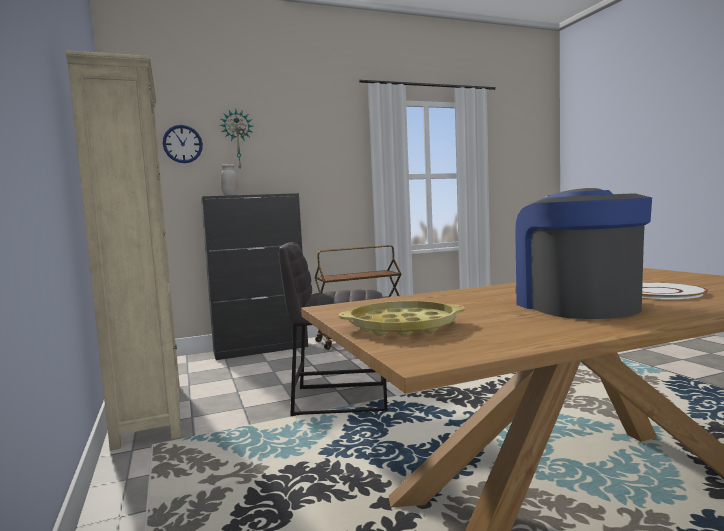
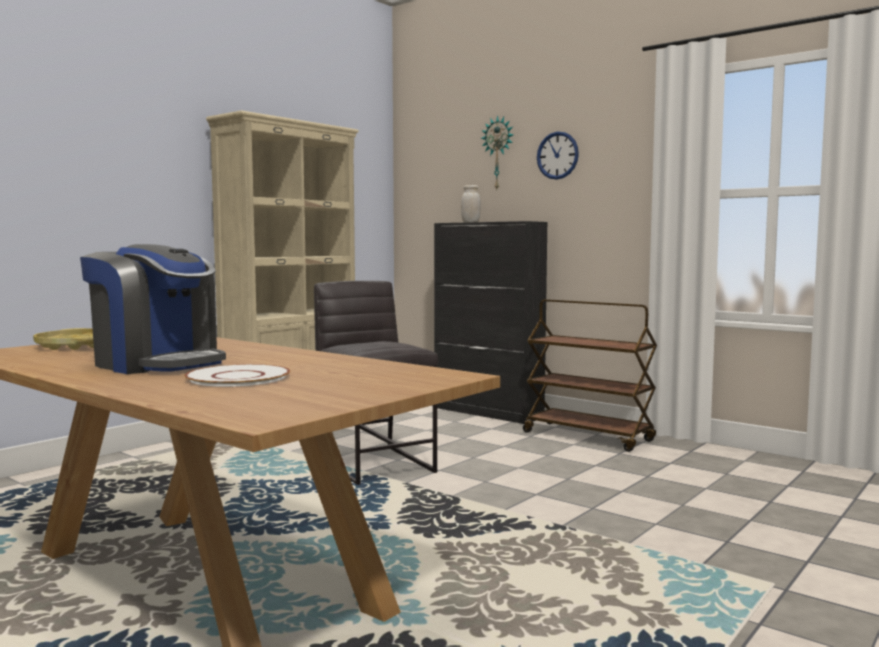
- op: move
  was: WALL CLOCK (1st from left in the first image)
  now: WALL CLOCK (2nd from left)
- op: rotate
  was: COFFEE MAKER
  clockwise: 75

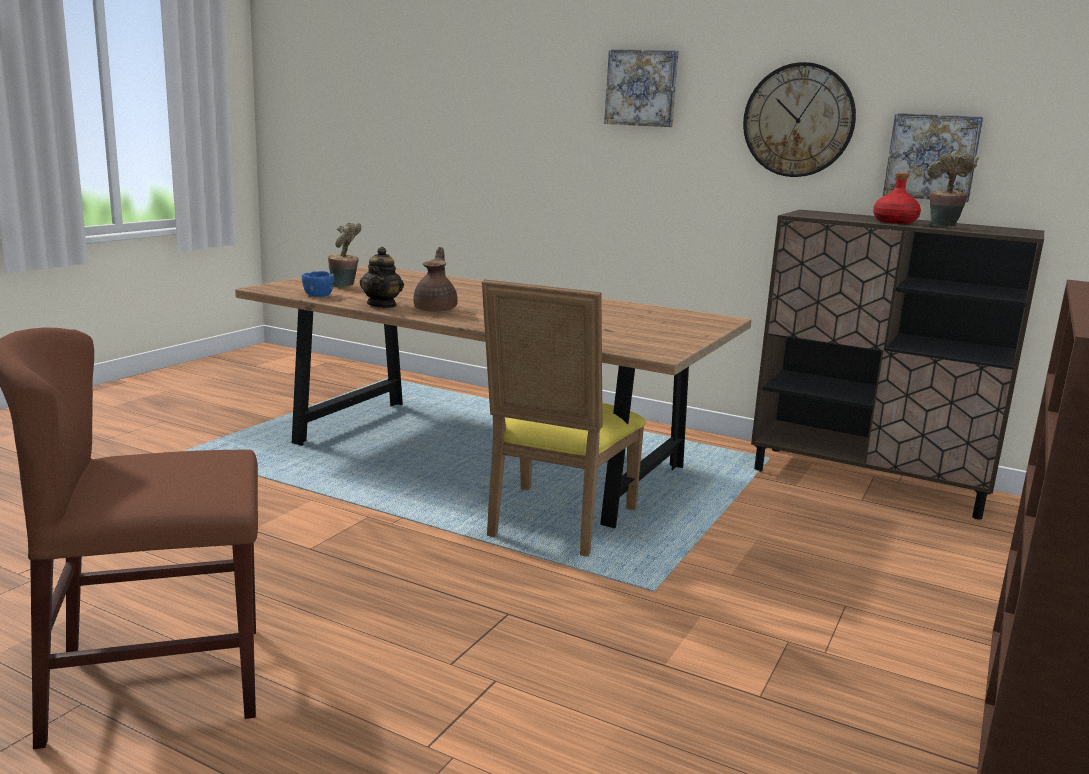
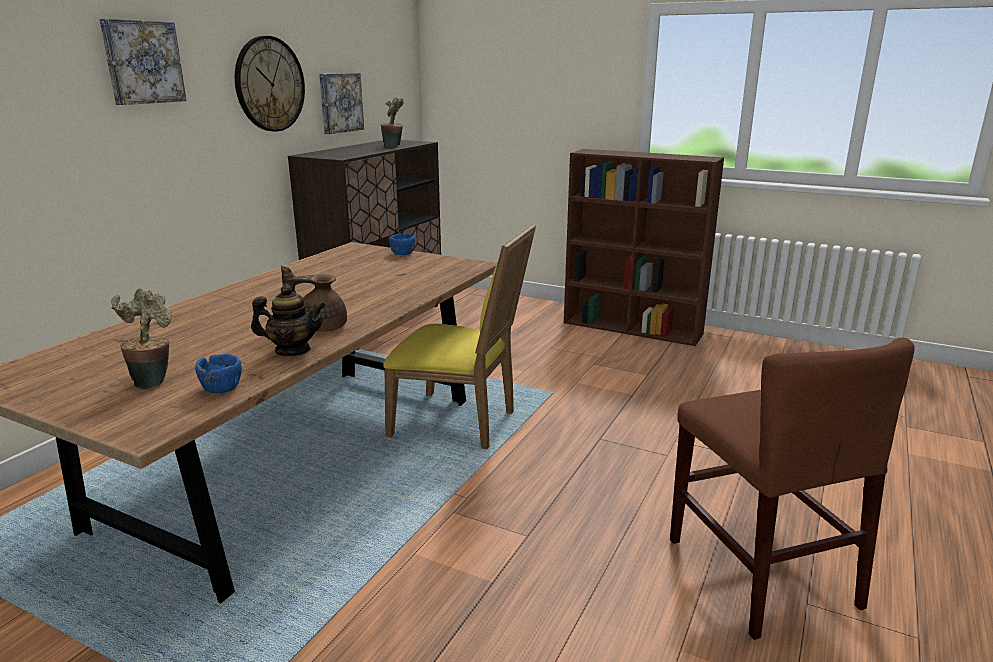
- op: delete
  was: REDDISH DRINK BOTTLE
- op: insert
  now: BLUISH SERVING BOWL (2nd from left)

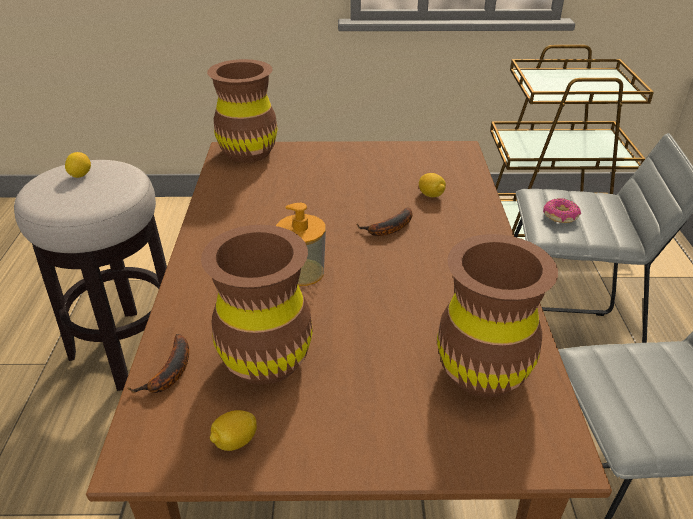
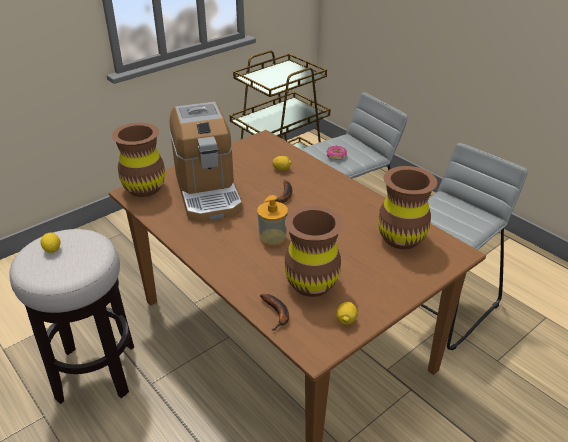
- op: insert
  now: COFFEE MAKER

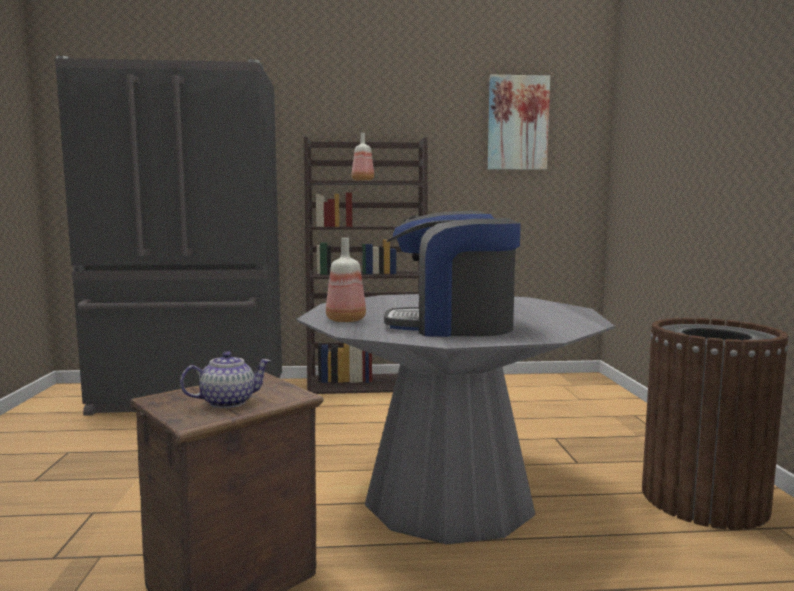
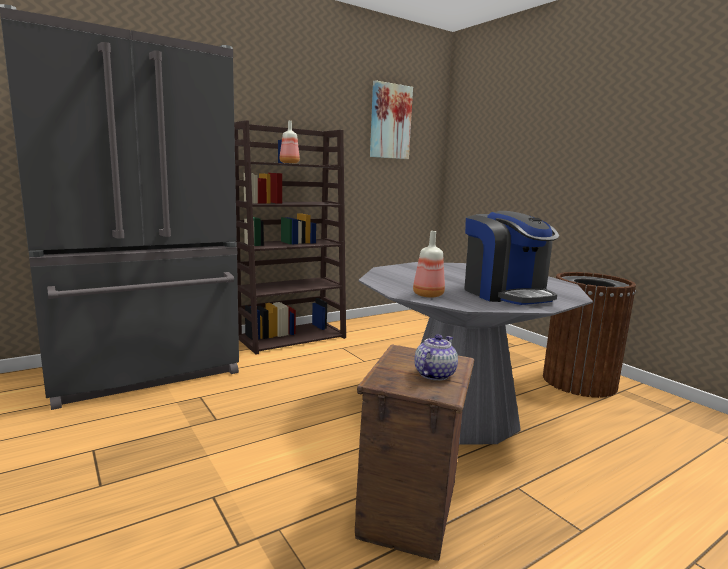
- op: rotate
  was: COFFEE MAKER
  clockwise: -90

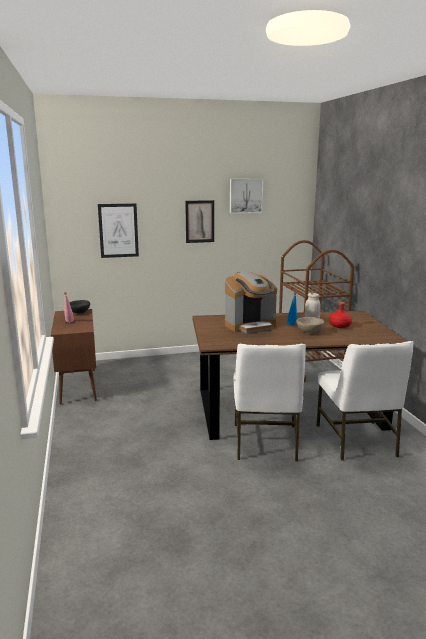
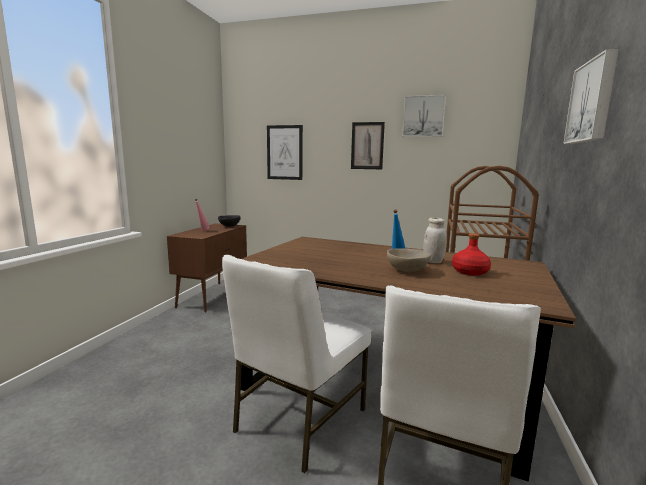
- op: delete
  was: COFFEE MAKER
- op: insert
  now: PICTURE (4th from left)

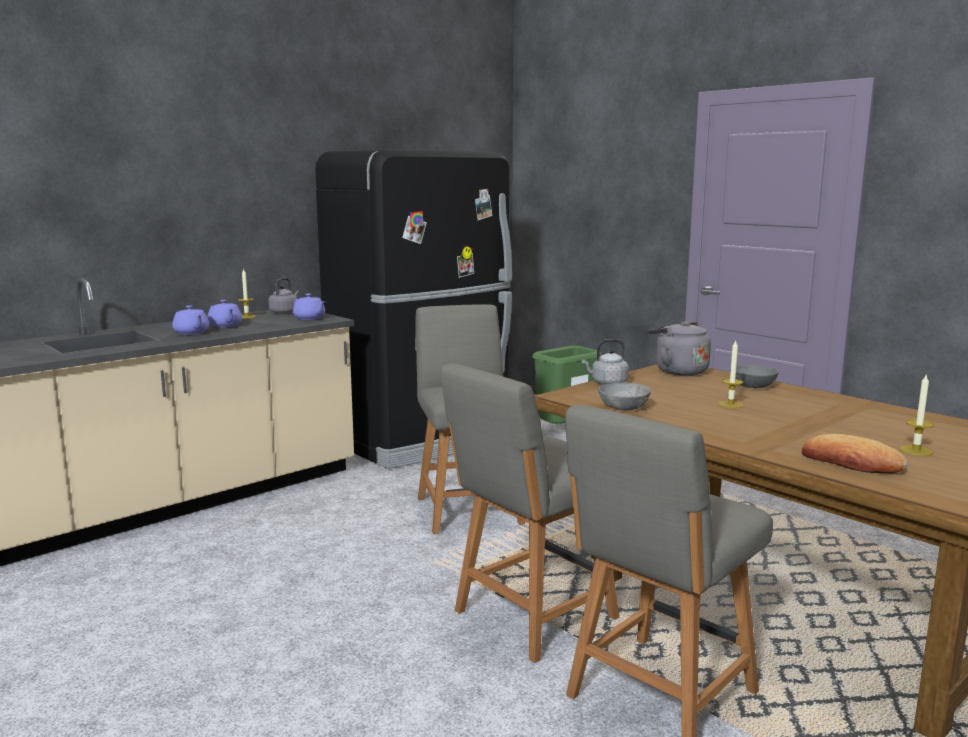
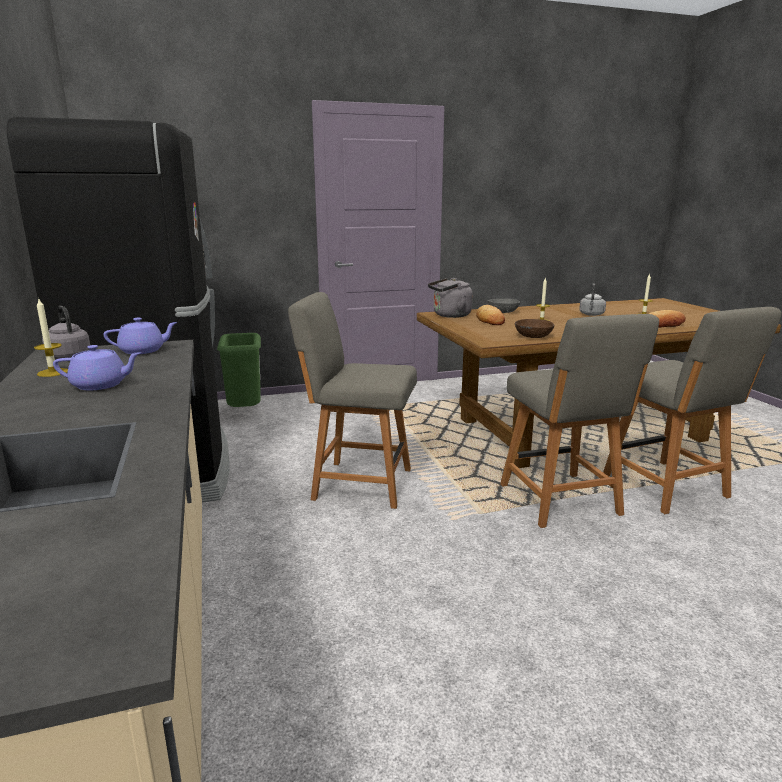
- op: delete
  was: PURPLE POT FOR TEA (1st from left)
- op: insert
  now: BAKED BREAD (1st from left)
- op: move
  was: GREY WATER KETTLE (2nd from left in the first image)
  now: GREY WATER KETTLE (3rd from left)
- op: recolor
  was: GREY SERVING BOWL (1st from left)
  now: BROWNISH SERVING BOWL

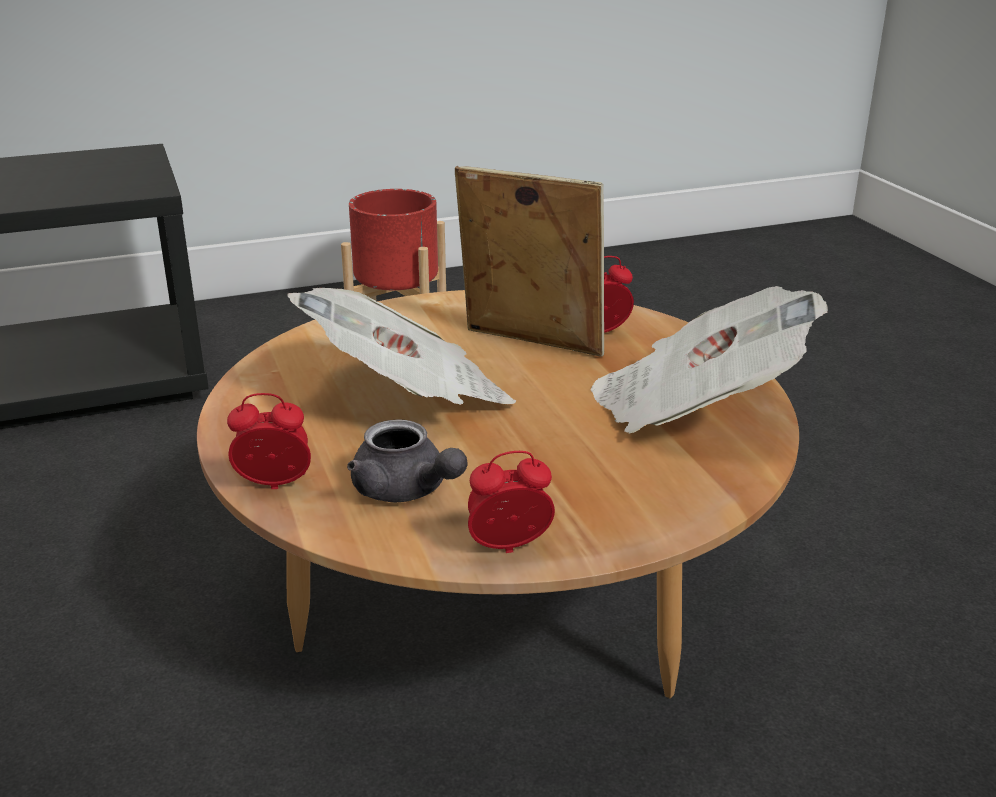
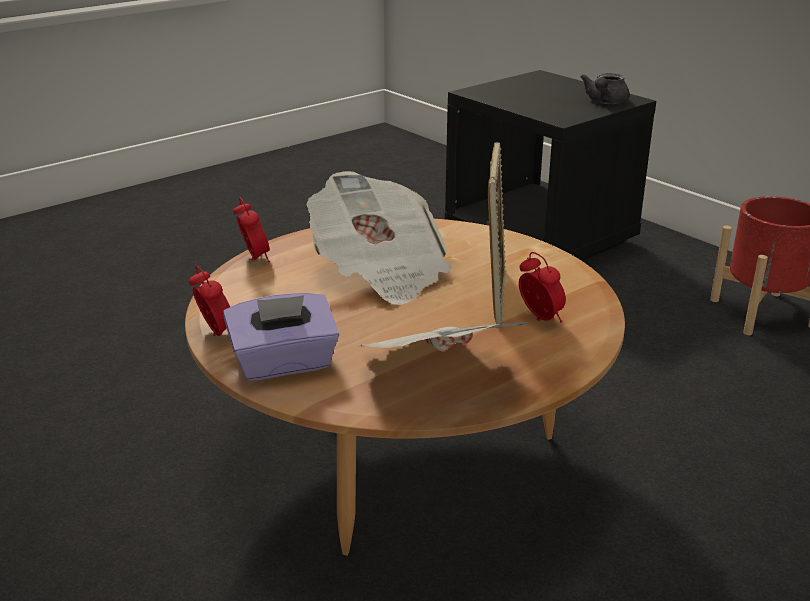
- op: insert
  now: PURPLE TISSUE BOX
- op: move
  was: GREY POT FOR TEA

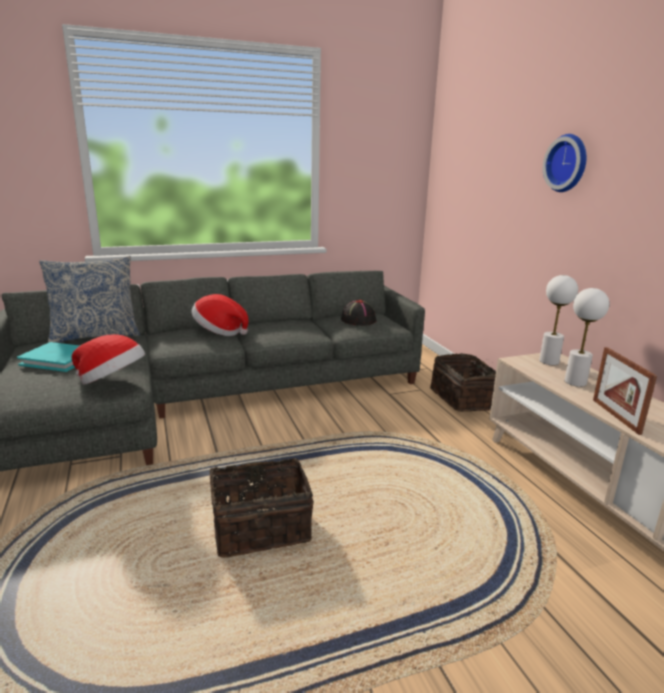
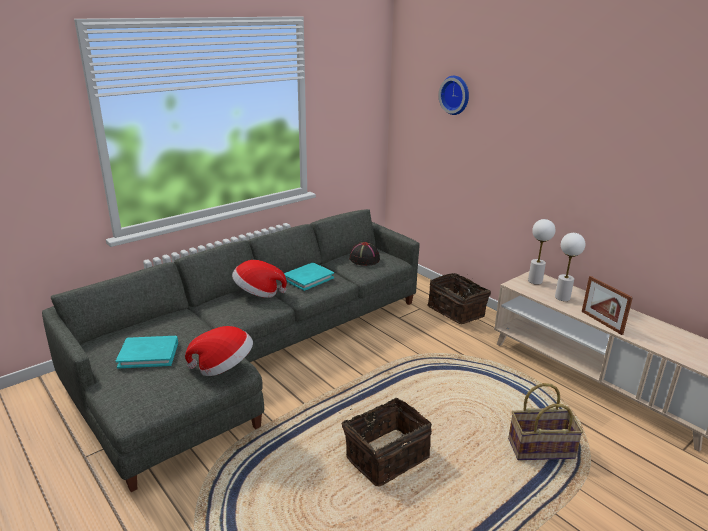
- op: delete
  was: THROW PILLOW
- op: insert
  now: TURQUOISE-COLOURED BOOK (2nd from left)
- op: insert
  now: HOUSEHOLD BASKET (3rd from left)
- op: move
  was: WALL CLOCK

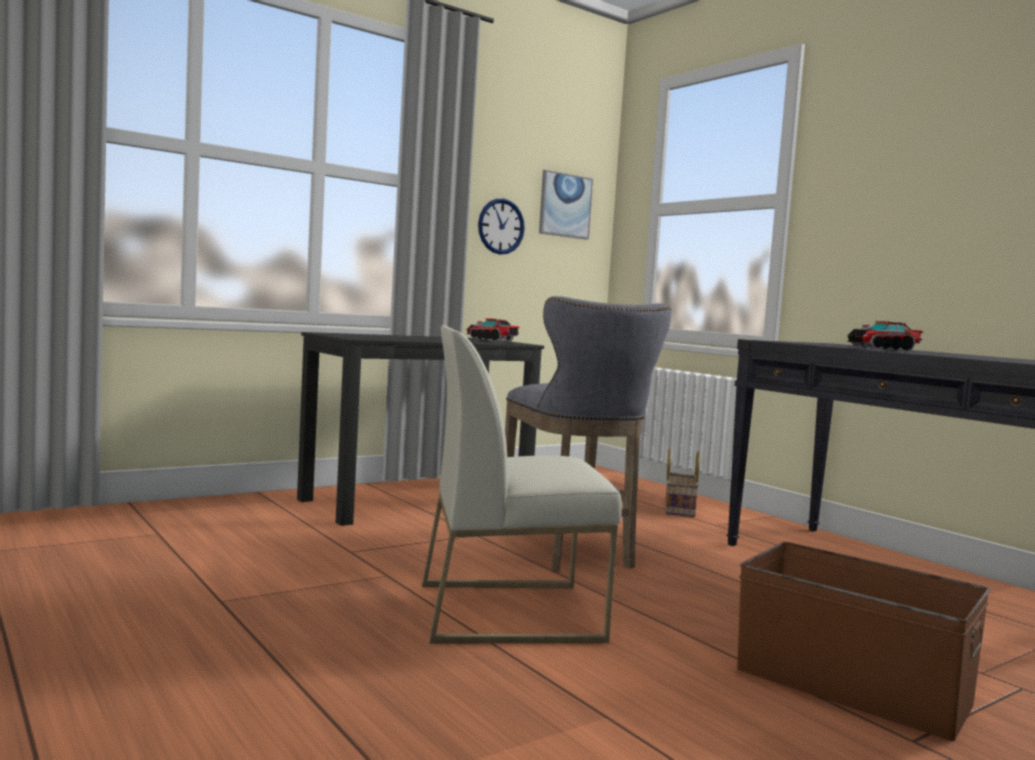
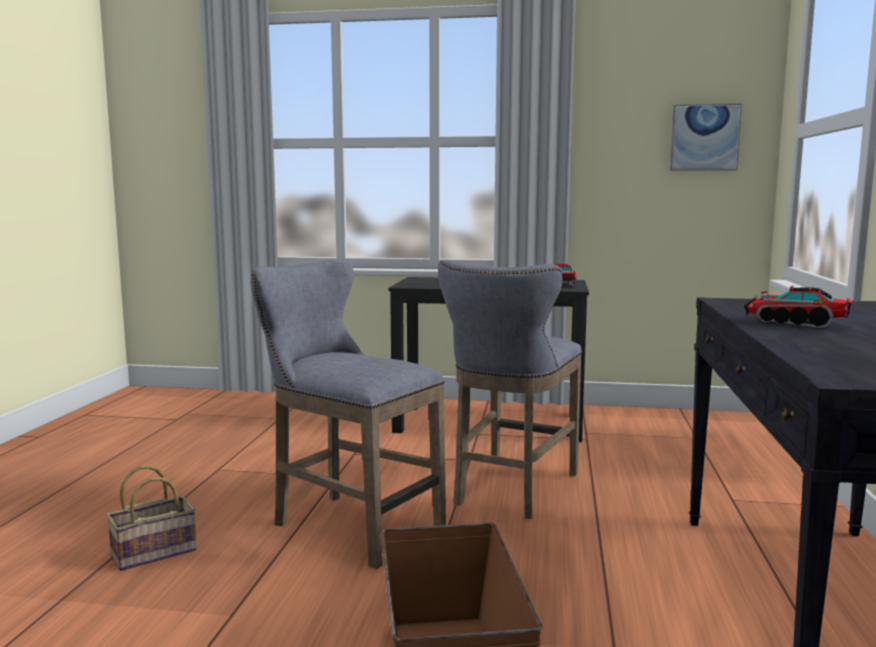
- op: delete
  was: WALL CLOCK
- op: move
  was: HOUSEHOLD BASKET
- op: replace
  was: WHITE CHAIR
  now: GREY STOOL (1st from left)

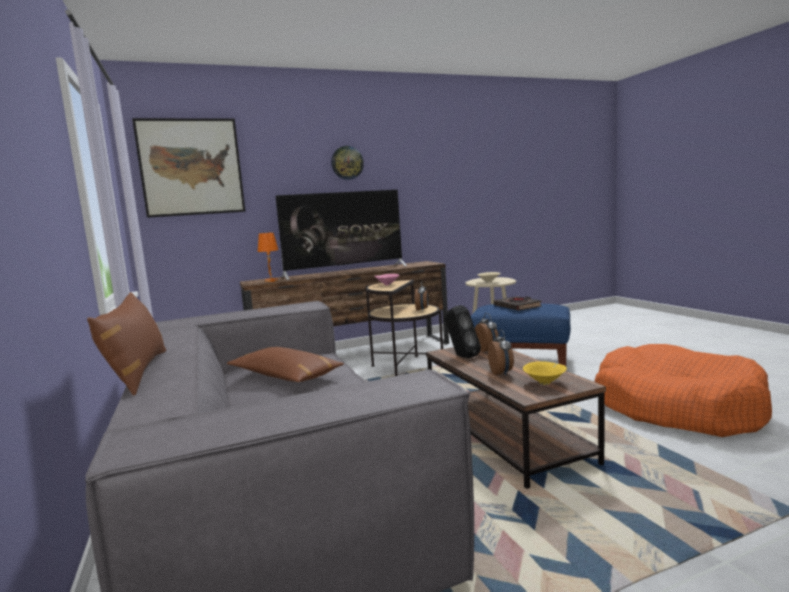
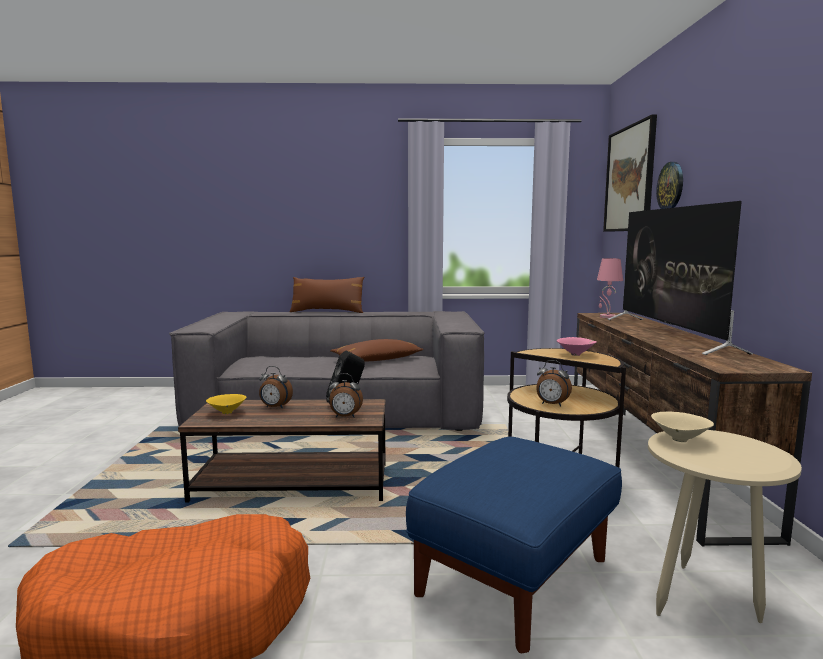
- op: delete
  was: BLACK BOOK
- op: move
  was: WALL CLOCK
- op: recolor
  was: ORANGE-COLOURED TABLETOP LAMP
  now: PINK-COLOURED TABLETOP LAMP

